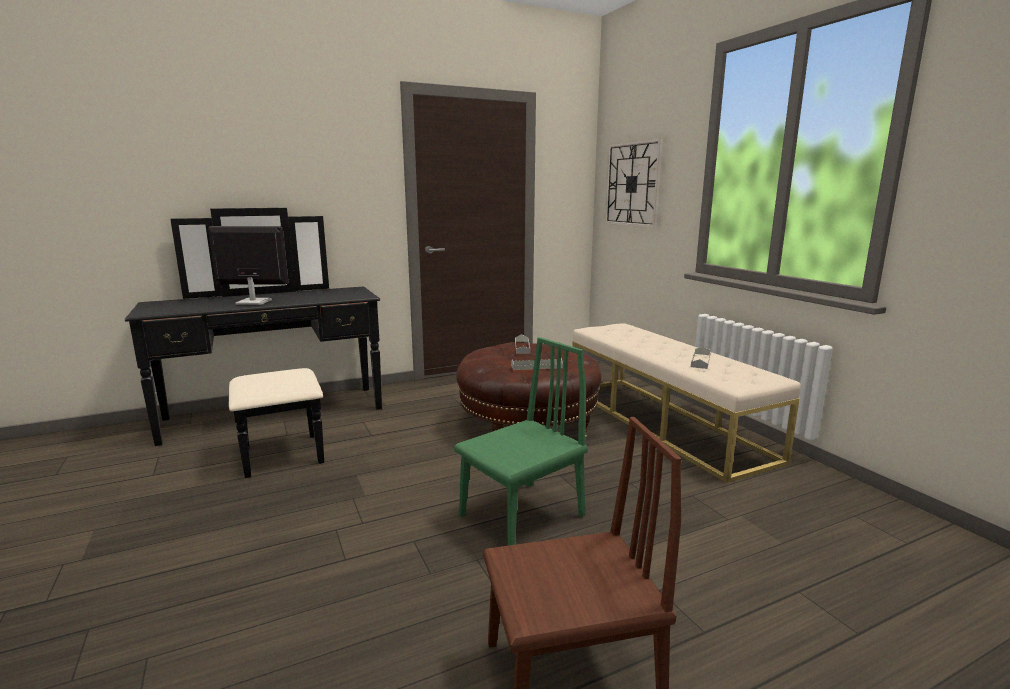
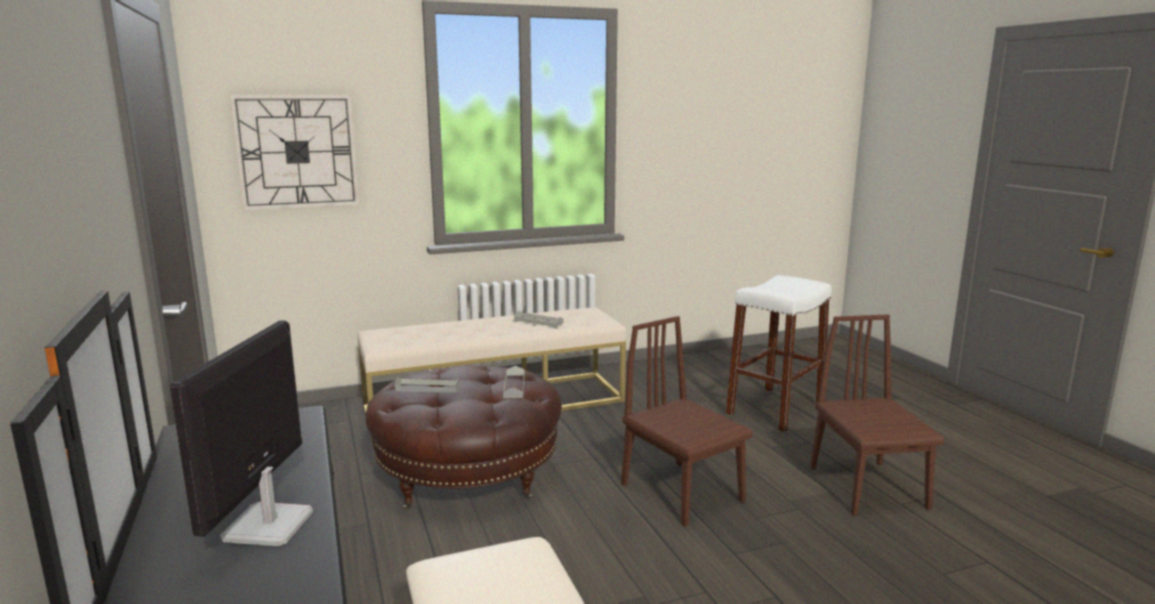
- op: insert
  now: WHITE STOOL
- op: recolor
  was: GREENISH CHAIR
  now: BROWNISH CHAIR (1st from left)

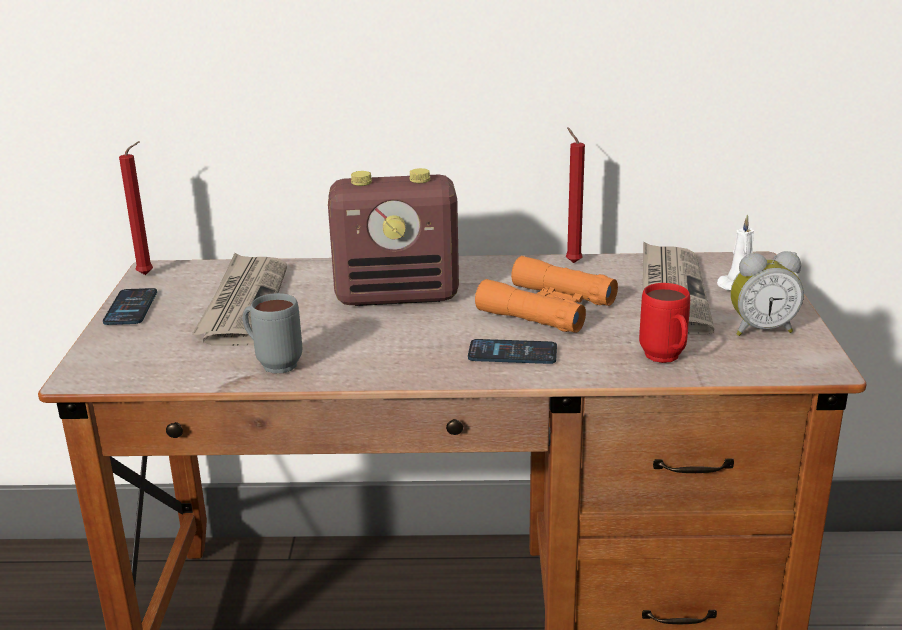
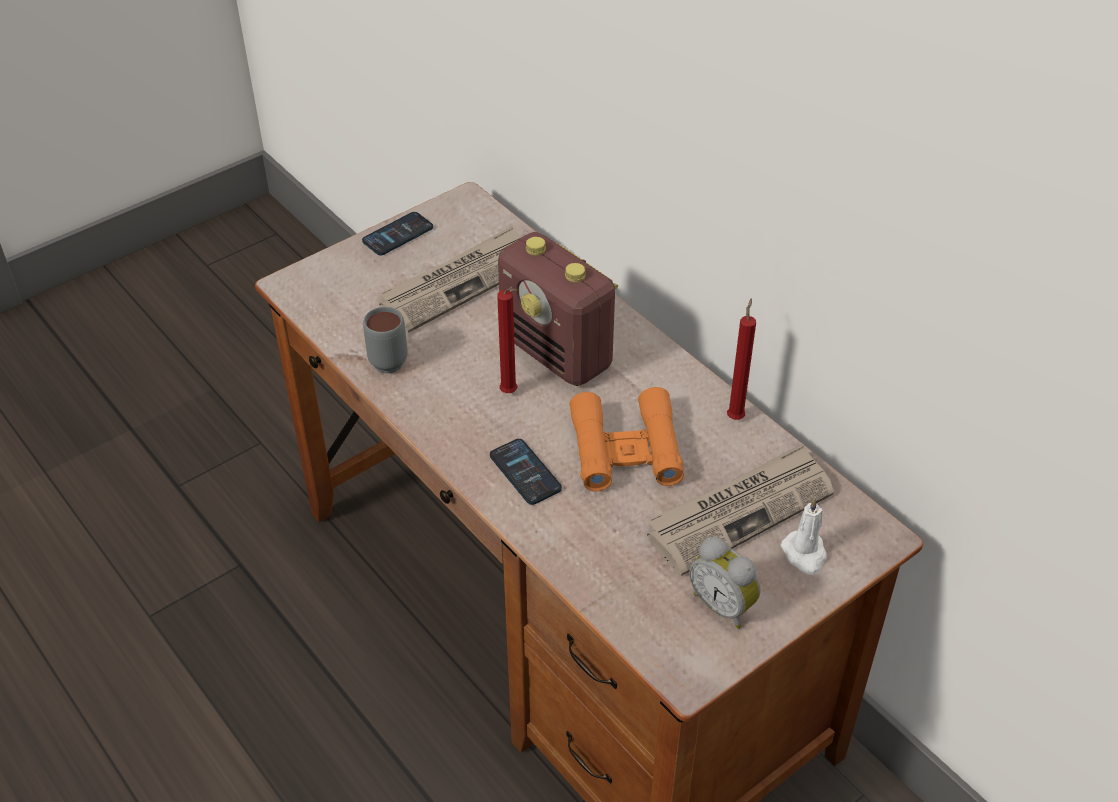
- op: delete
  was: REDDISH TEA MUG
- op: move
  was: REDDISH WAX LIGHT (1st from left)

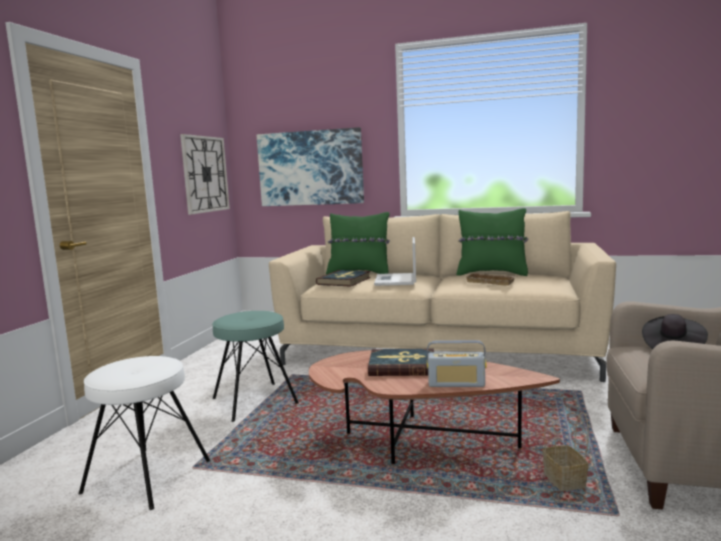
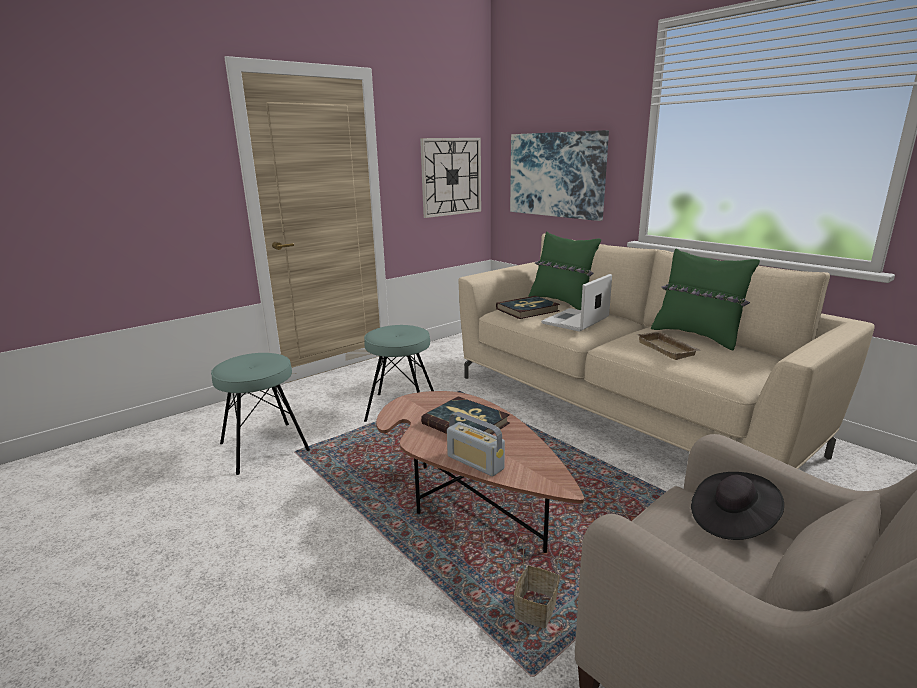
- op: recolor
  was: WHITE STOOL
  now: TURQUOISE-COLOURED STOOL (1st from left)

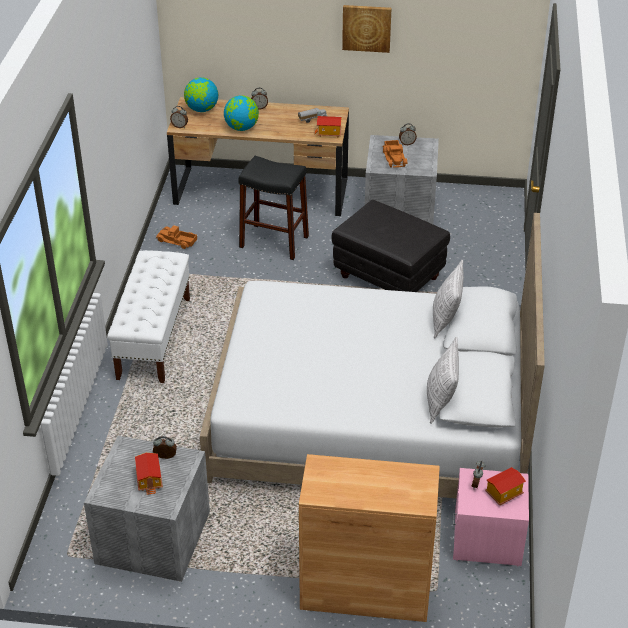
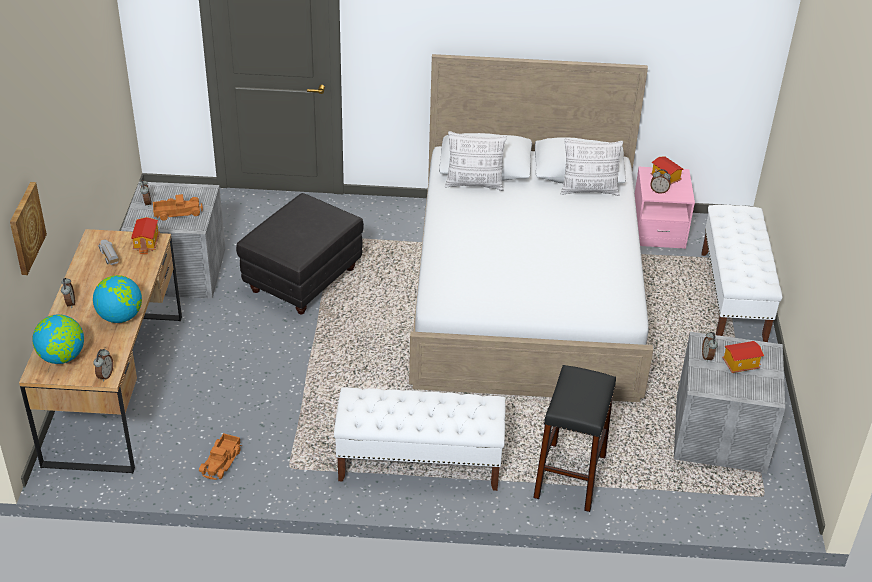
- op: move
  was: BLACK STOOL
- op: move
  was: PICTURE
- op: replace
  was: BROWNISH STORAGE CABINET
  now: WHITE LONG SEAT (2nd from left)

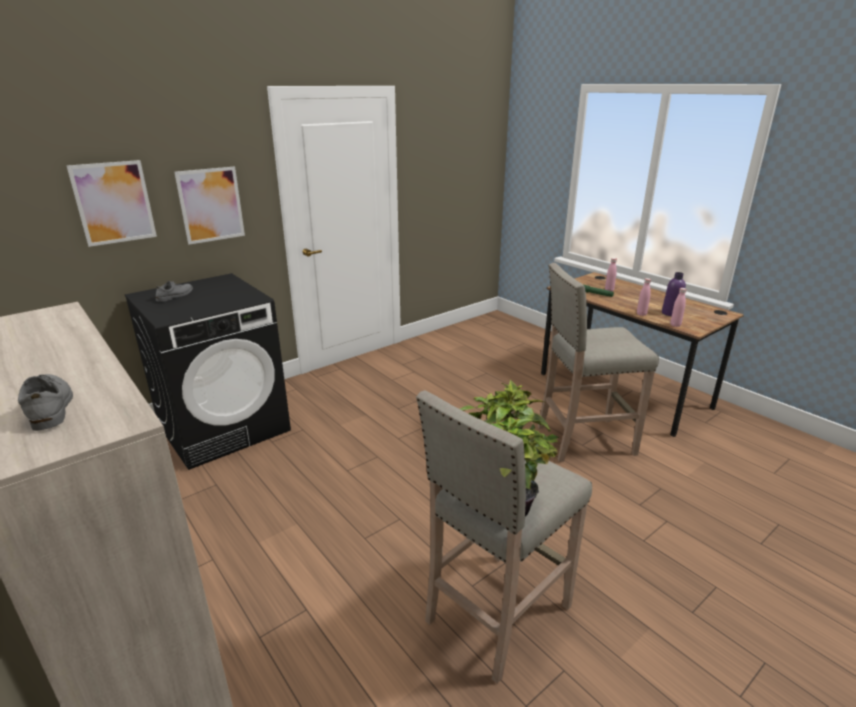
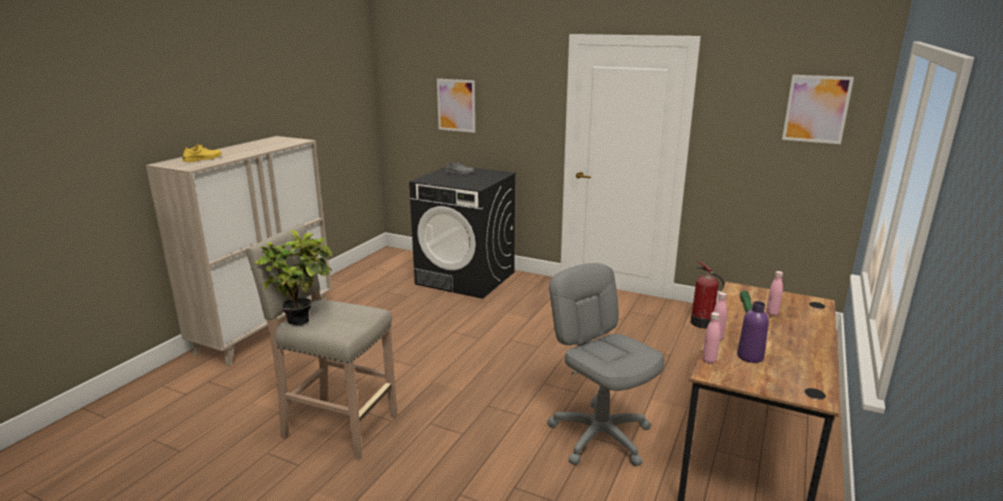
- op: insert
  now: FIRE EXTINGUISHER
- op: move
  was: PICTURE (2nd from left)
- op: replace
  was: SAND-COLOURED STOOL (2nd from left)
  now: GREY DESK CHAIR
- op: recolor
  was: GREY LOW SHOE (1st from left)
  now: YELLOW LOW SHOE

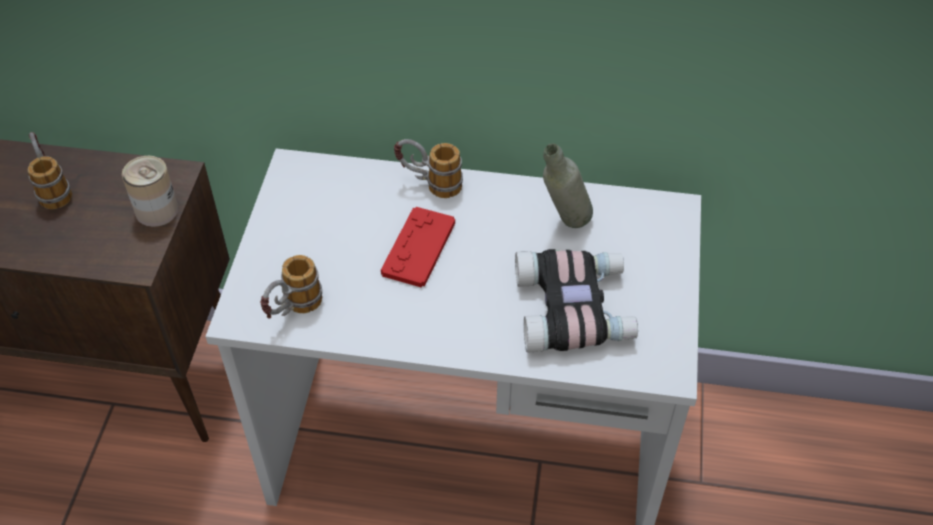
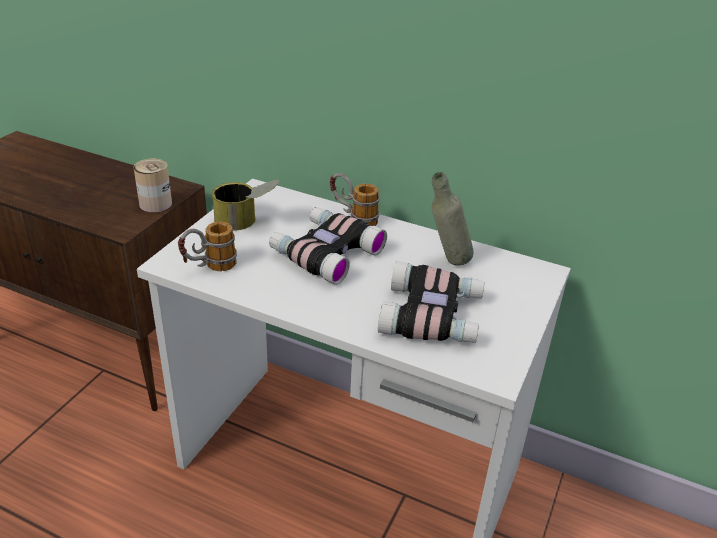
- op: delete
  was: TEA MUG (1st from left)
- op: insert
  now: CAN (2nd from left)
- op: replace
  was: REDDISH GAMEPAD
  now: FIELD GLASSES (1st from left)

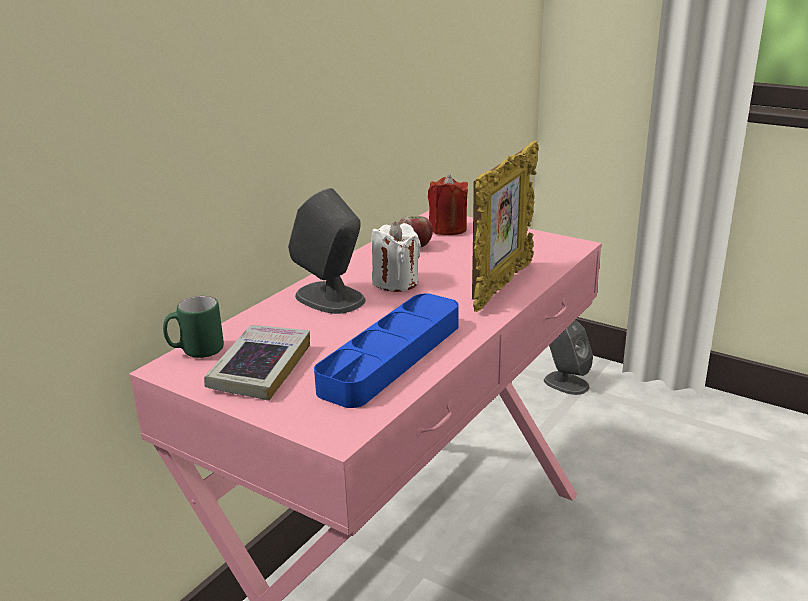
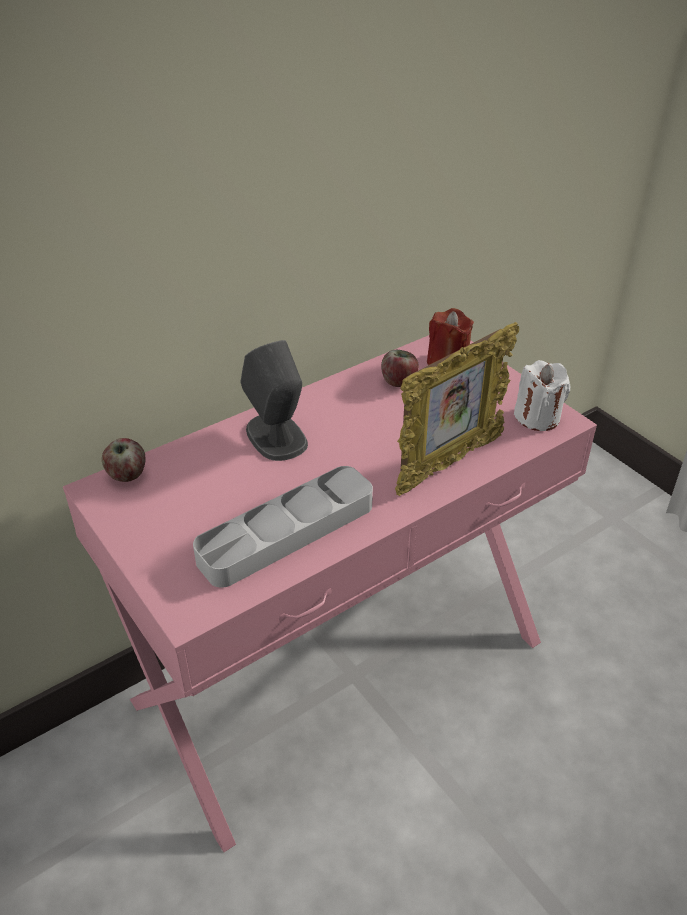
- op: delete
  was: BOOK
- op: delete
  was: GREY SPEAKER (2nd from left)
- op: move
  was: WHITE WAX LIGHT
- op: replace
  was: GREENISH TEA MUG
  now: WHOLE APPLE (1st from left)
- op: recolor
  was: BLUISH CARRYING TRAY
  now: GREY CARRYING TRAY

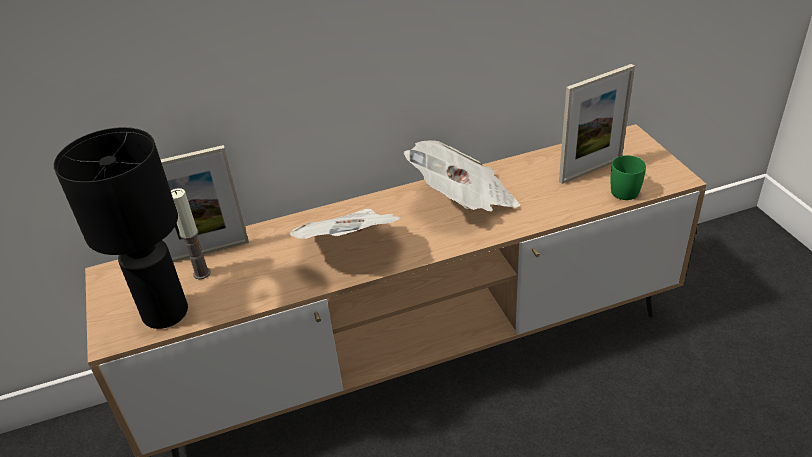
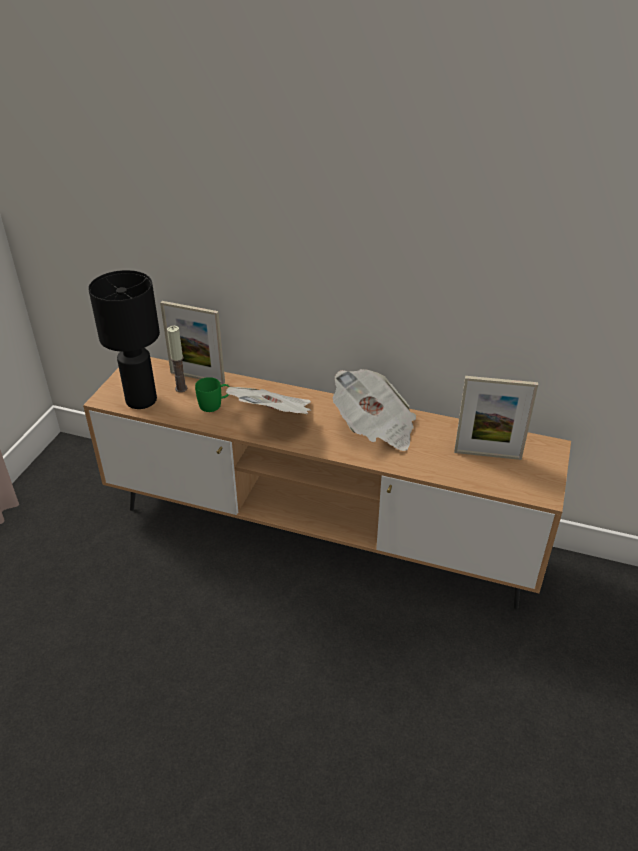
- op: move
  was: GREENISH TEA MUG

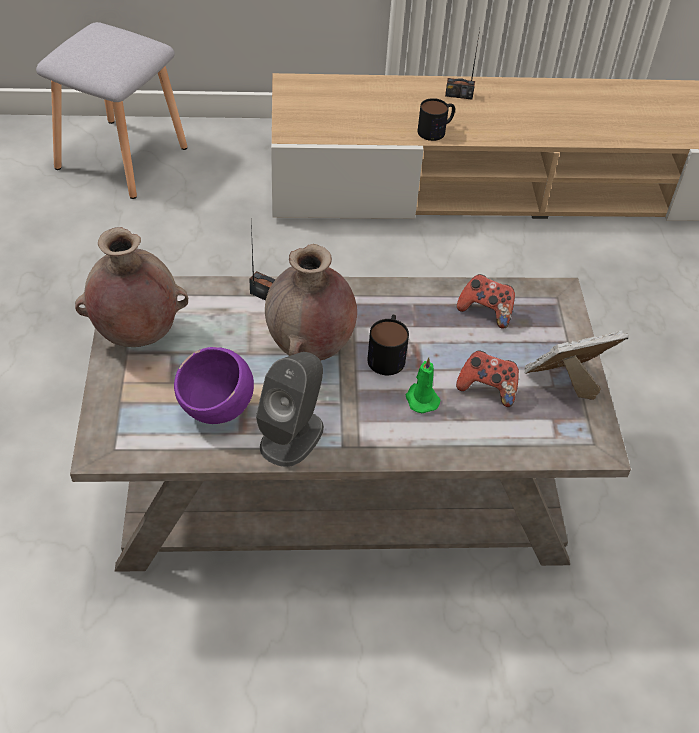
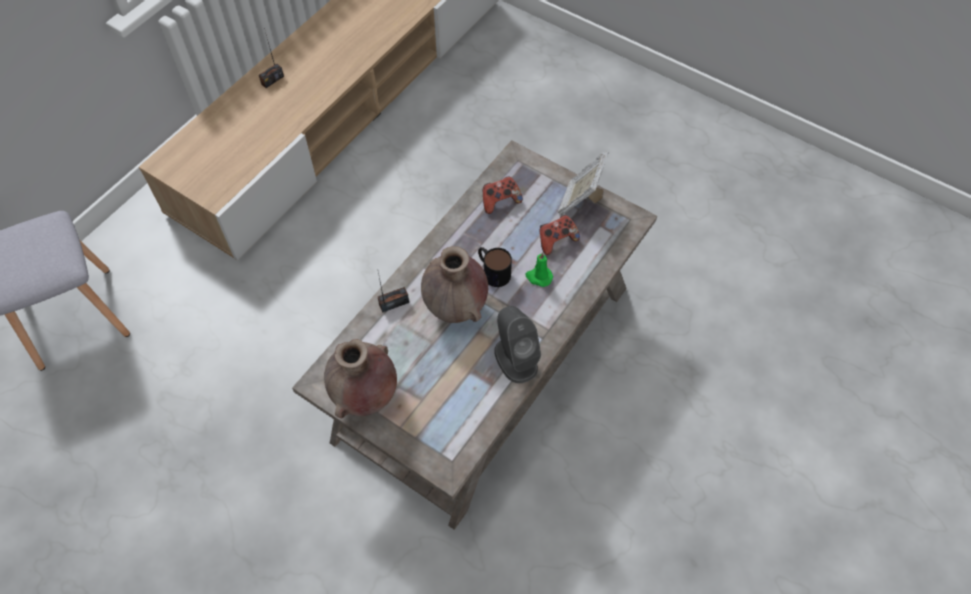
- op: delete
  was: PURPLE SERVING BOWL
- op: delete
  was: TEA MUG (2nd from left)

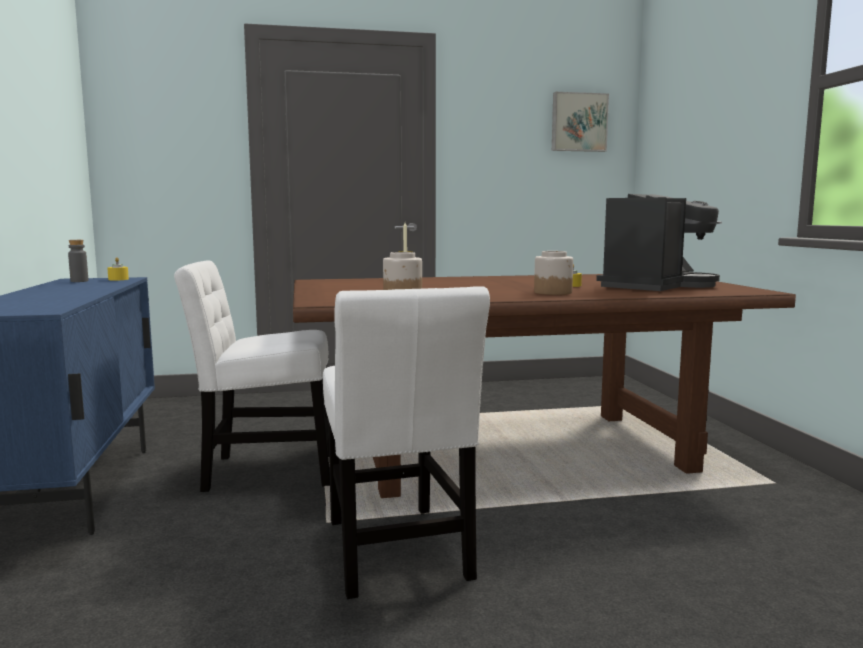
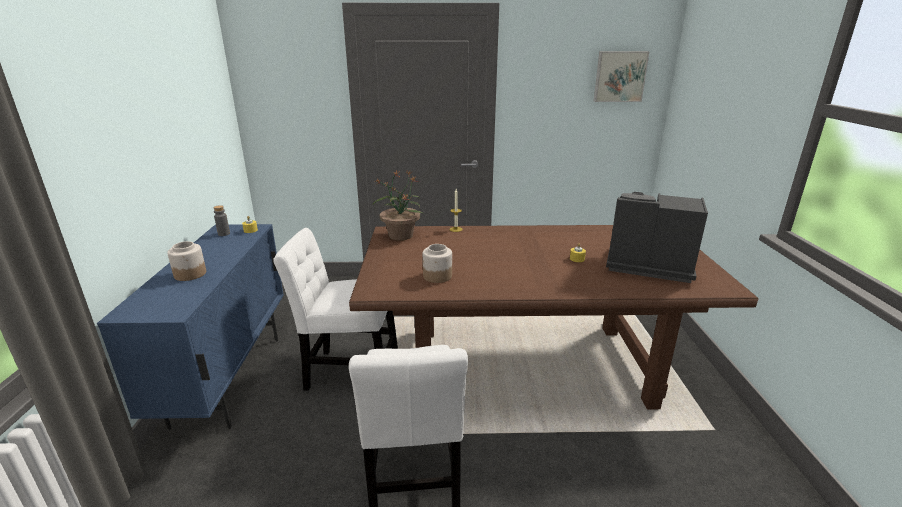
- op: insert
  now: HOUSEPLANT
- op: move
  was: JAR (2nd from left in the first image)
  now: JAR (1st from left)
- op: rotate
  was: COFFEE MAKER
  clockwise: -120

